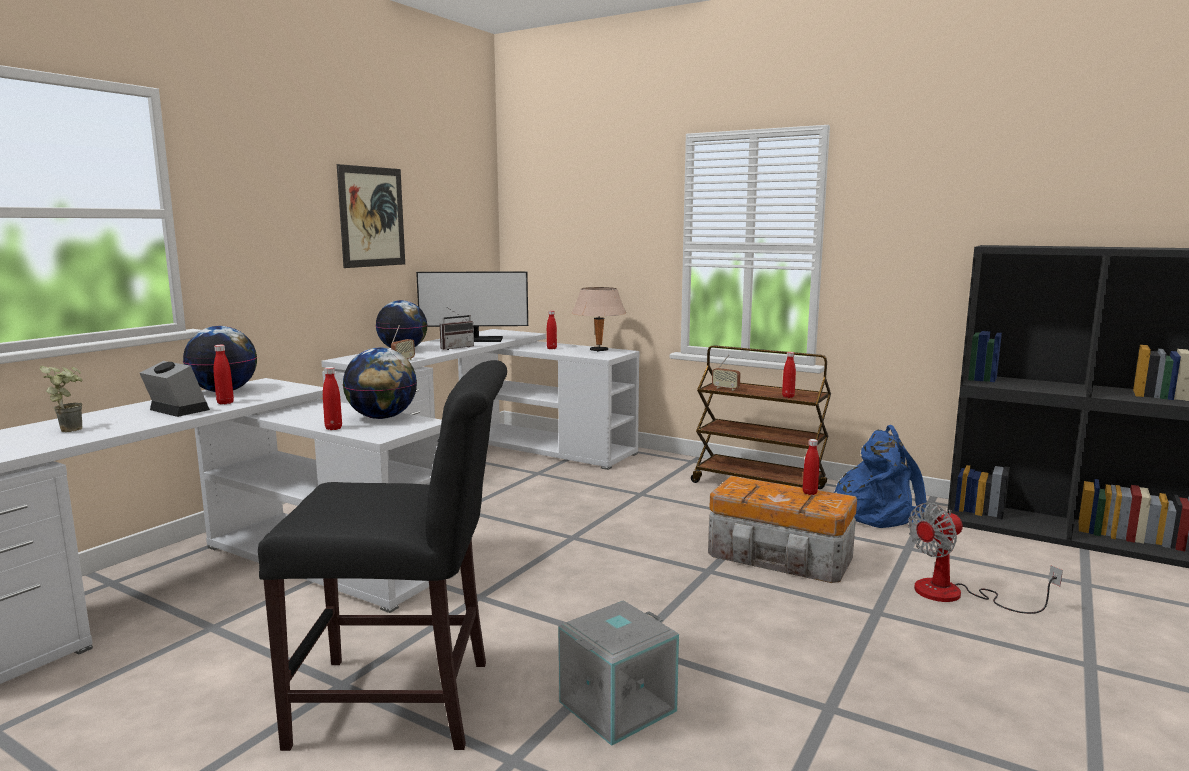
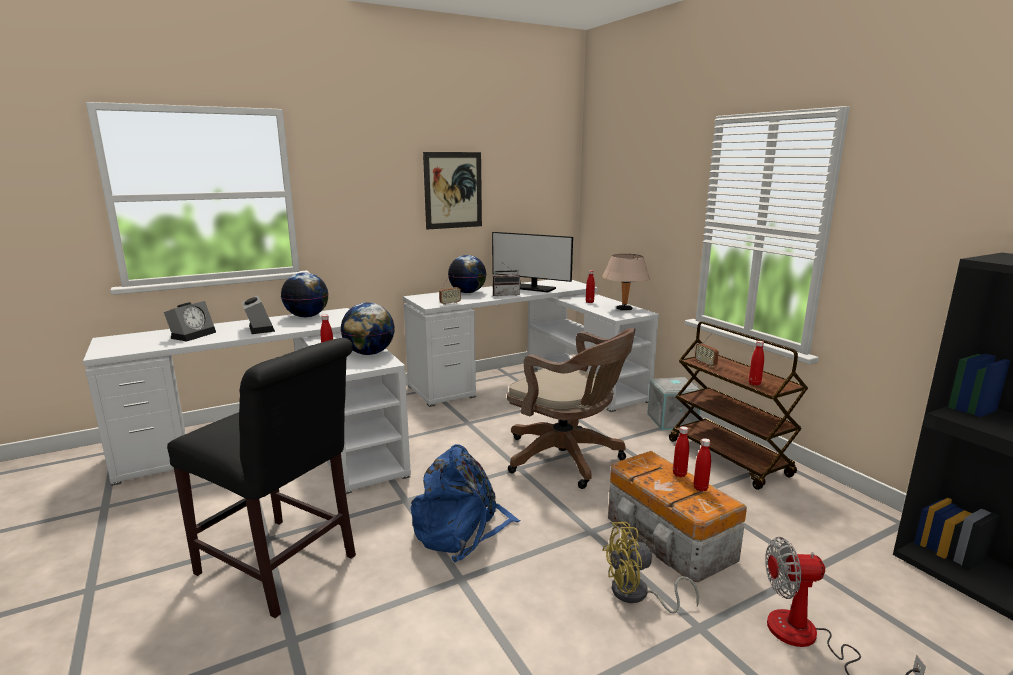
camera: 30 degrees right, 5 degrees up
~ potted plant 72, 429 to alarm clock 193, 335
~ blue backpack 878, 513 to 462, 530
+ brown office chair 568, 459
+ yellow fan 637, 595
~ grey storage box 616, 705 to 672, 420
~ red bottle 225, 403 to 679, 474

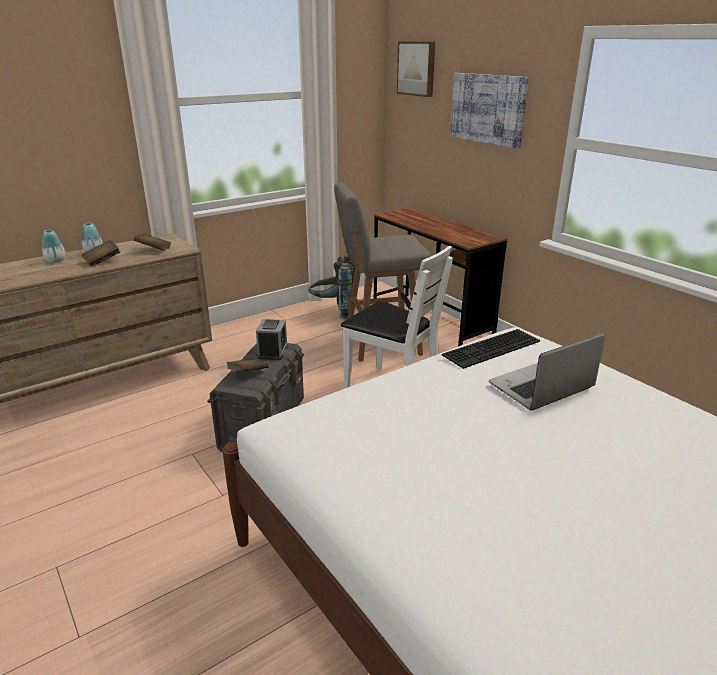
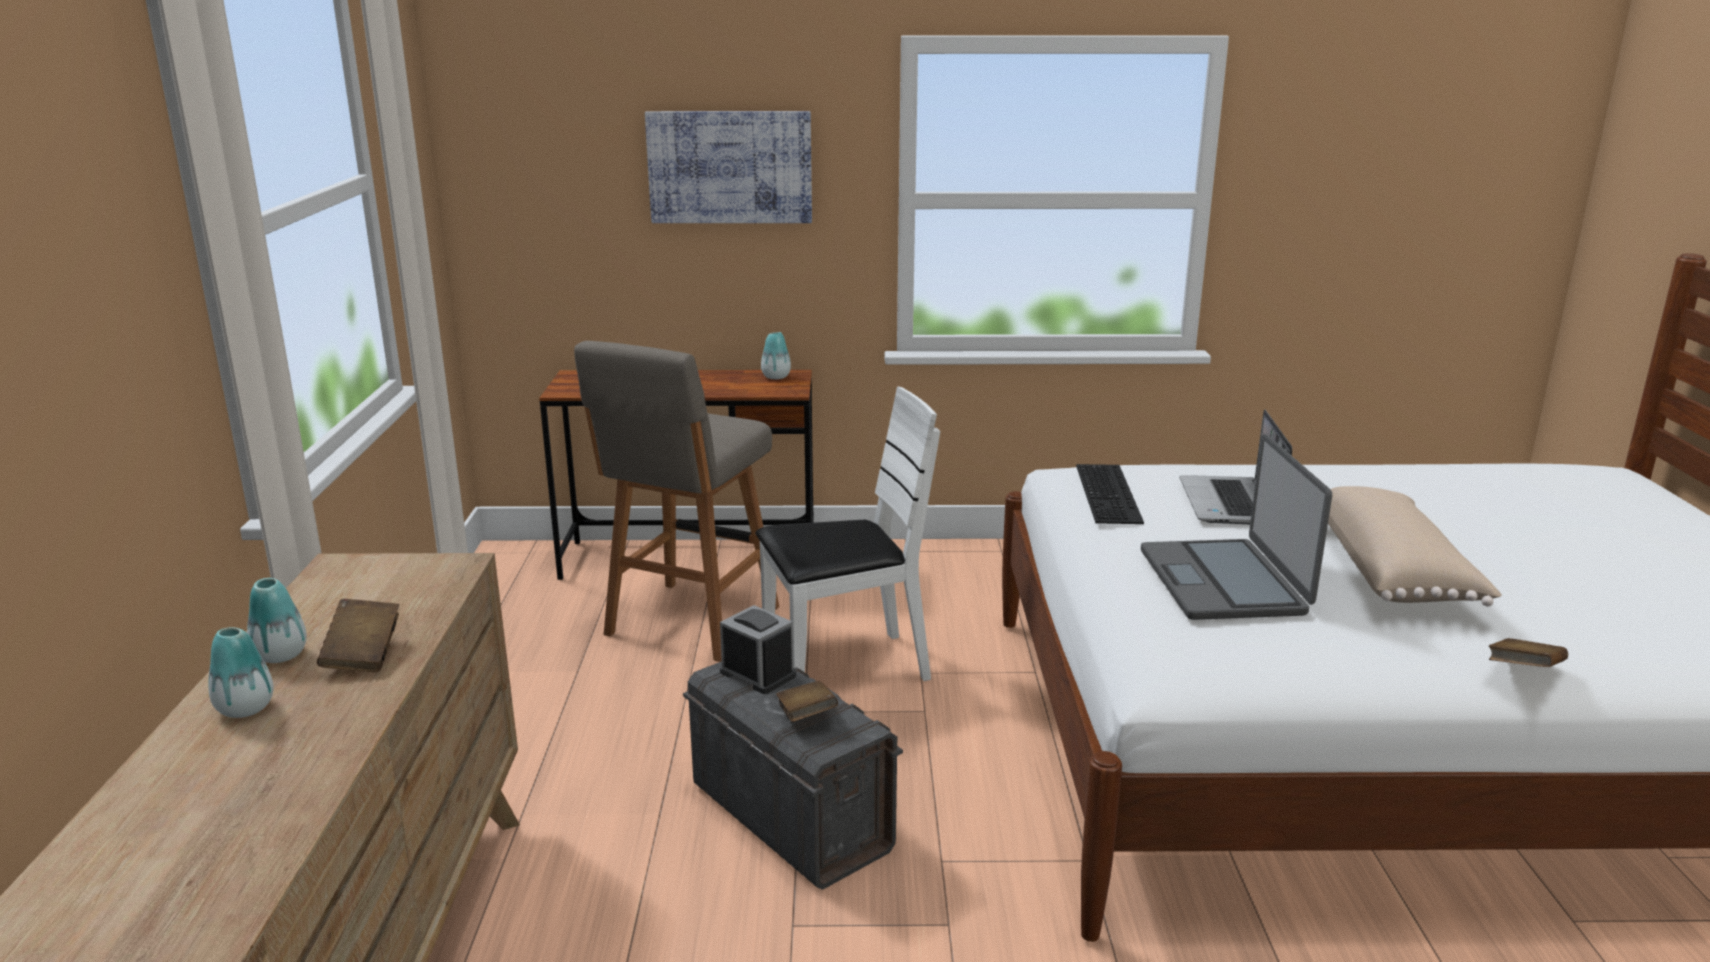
camera: 55 degrees left, 5 degrees down
+ vase 776, 377
+ laptop 1224, 582
+ beige pillow 1393, 572
~ brown book 154, 250 to 1523, 672
- grey backpack 334, 311
- picture 417, 68

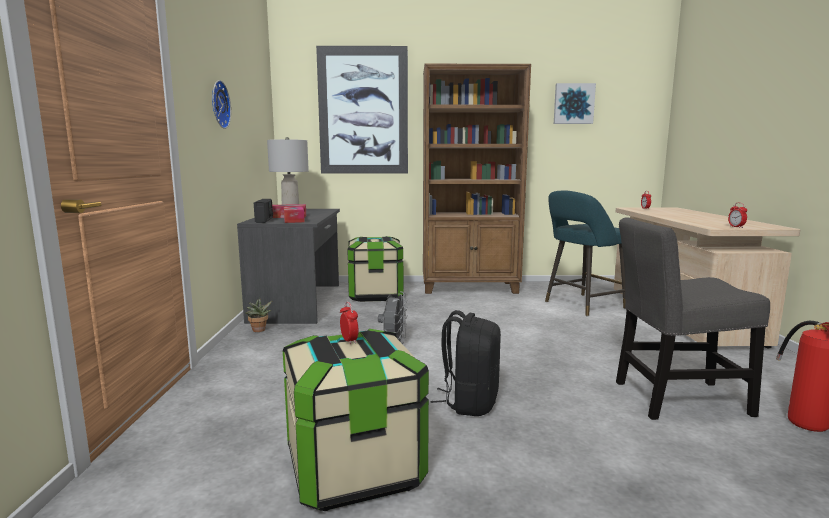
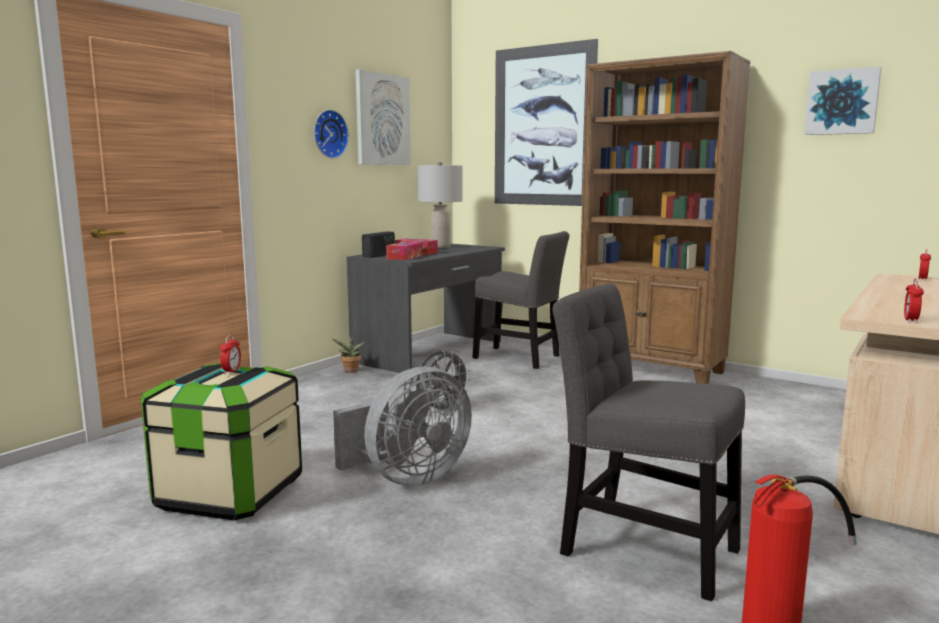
camera: 35 degrees right, 0 degrees up
~ black backpack 469, 402 to grey fan 408, 478
+ picture 382, 120
~ storage box 375, 295 to grey chair 520, 358
- turquoise stool 581, 306

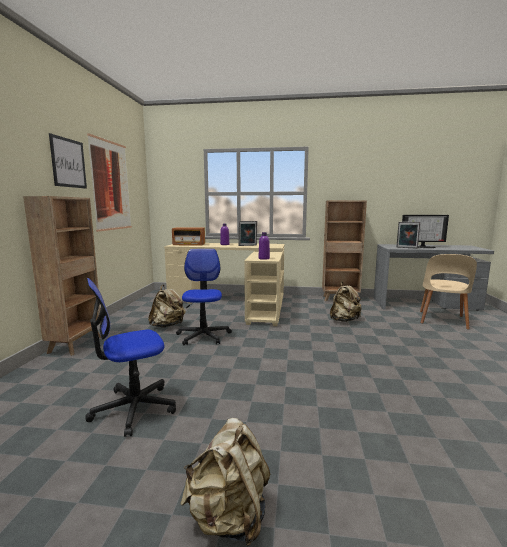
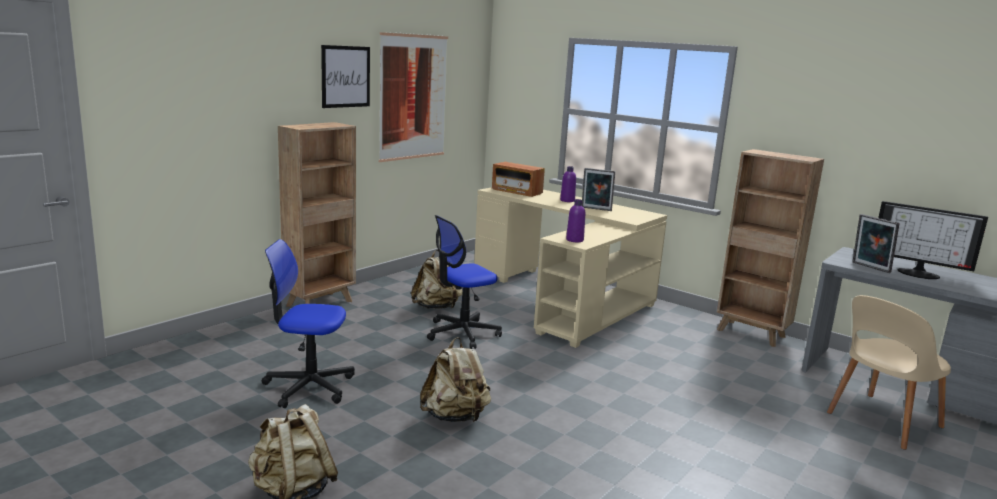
camera: 30 degrees right, 5 degrees up
~ beige backpack 344, 320 to 455, 417
~ office chair 203, 336 = 462, 333 150 degrees counterclockwise

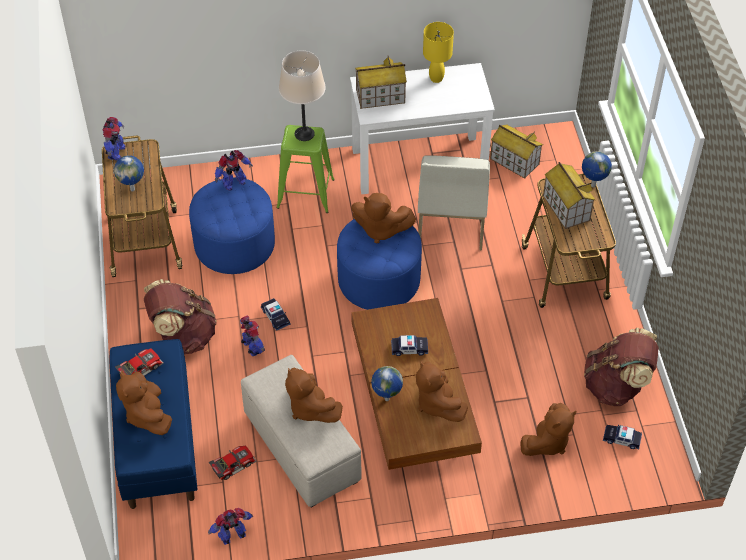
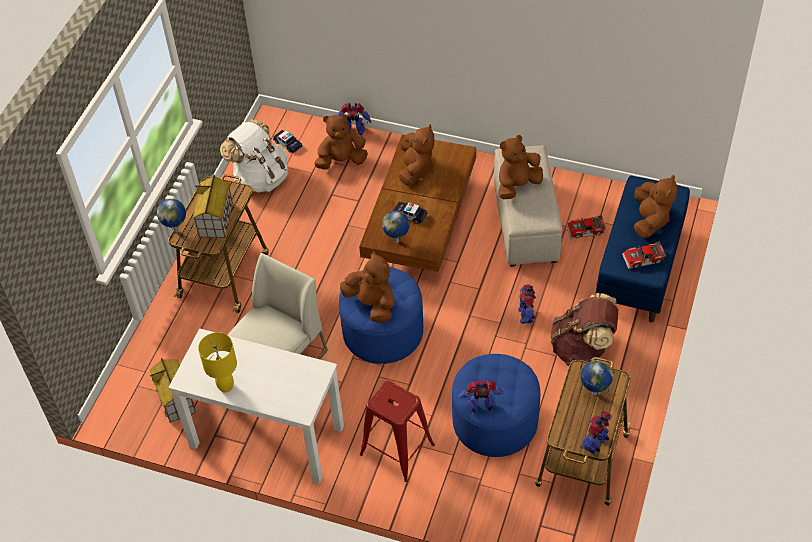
camera: 150 degrees left, 0 degrees up
~ brown backpack 616, 386 to white backpack 260, 178
~ toy robot 233, 536 to 354, 130
~ green stool 306, 193 to red stool 396, 449
~ globe 386, 399 to 397, 241
~ brown plush toy 310, 408 = 517, 185 120 degrees counterclockwise
- toy car 275, 316
- beige table lamp 304, 133
- toy house 380, 97

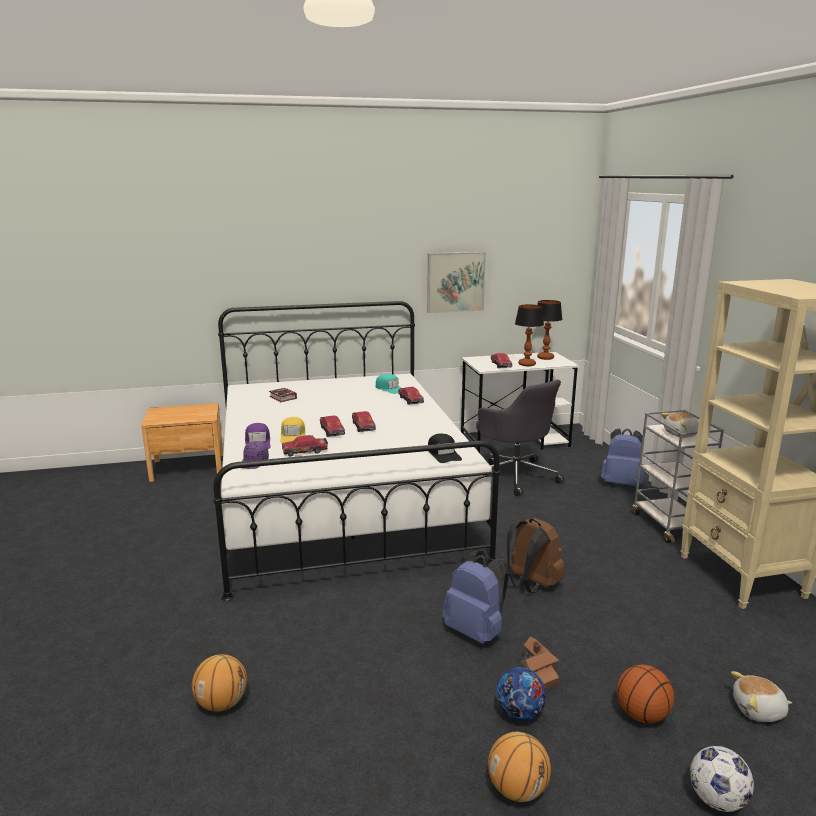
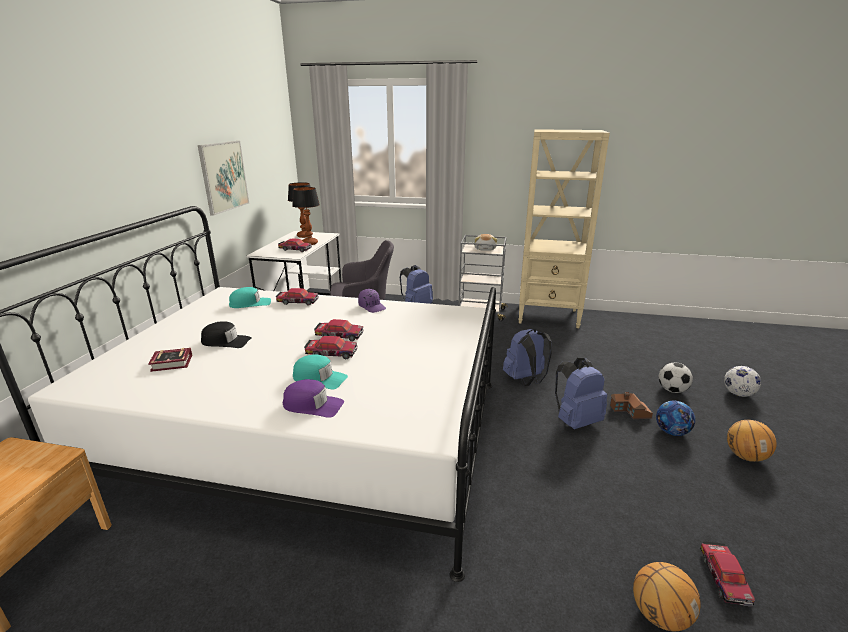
camera: 65 degrees left, 5 degrees up
~ black cap 443, 454 to 226, 341
~ yellow cap 293, 436 to turquoise cap 319, 378
~ purple cap 254, 462 to 372, 307
~ brown backpack 531, 585 to blue backpack 525, 380
~ basketball 641, 715 to football 672, 390
~ toy car 305, 451 to 724, 577
- plush toy 758, 710

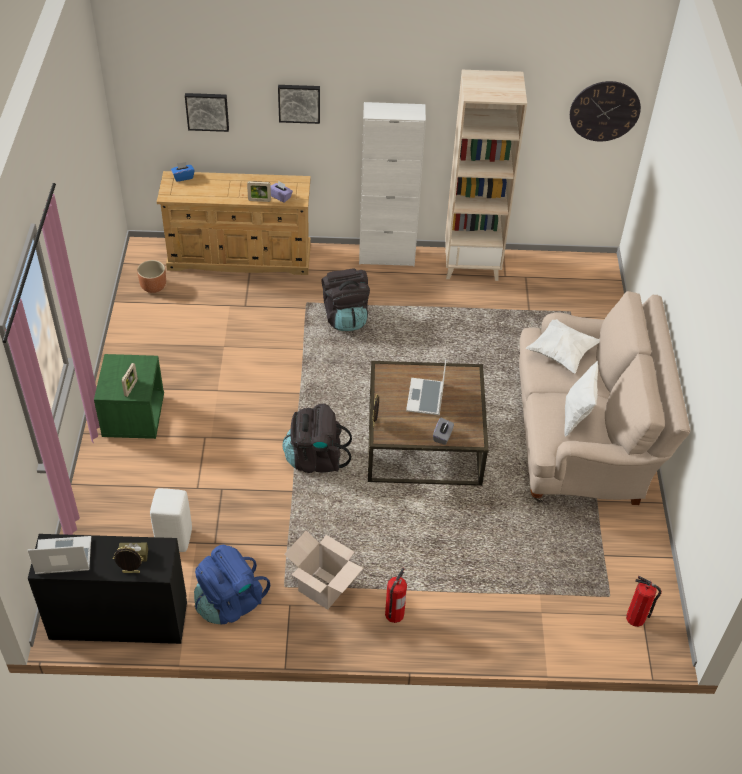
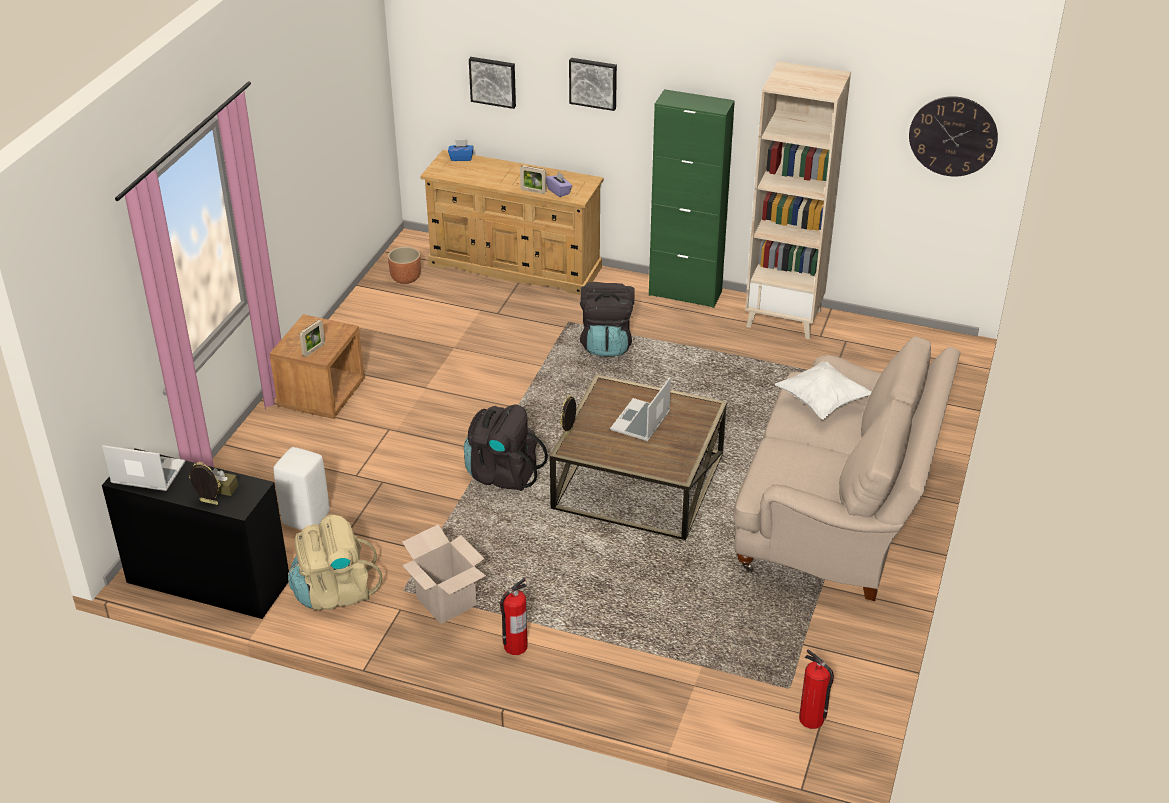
camera: 20 degrees right, 10 degrees down
~ green nightstand 133, 417 to brown nightstand 322, 395
~ blue backpack 229, 603 to beige backpack 335, 592
~ white cabinet 386, 257 to green cabinet 685, 293
- grey tissue box 442, 436
- white pillow 576, 417

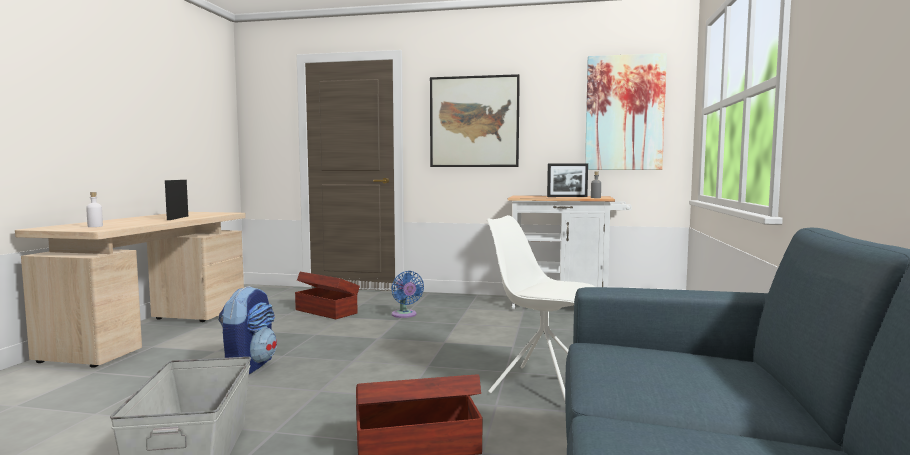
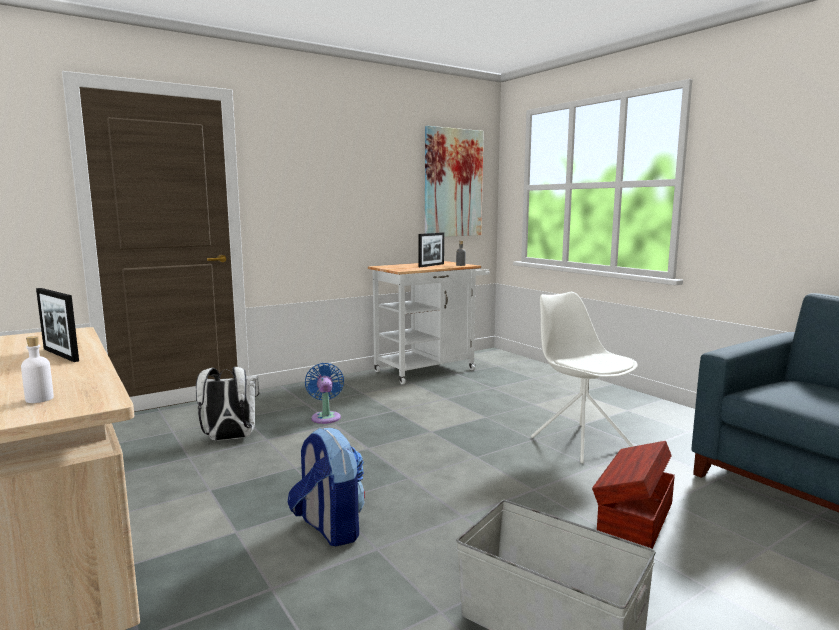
camera: 45 degrees left, 5 degrees up
~ brown storage box 326, 311 to white backpack 229, 439
~ blue fan 405, 315 = 326, 417 120 degrees counterclockwise
~ white chair 541, 387 = 580, 442 75 degrees clockwise
- picture 474, 122

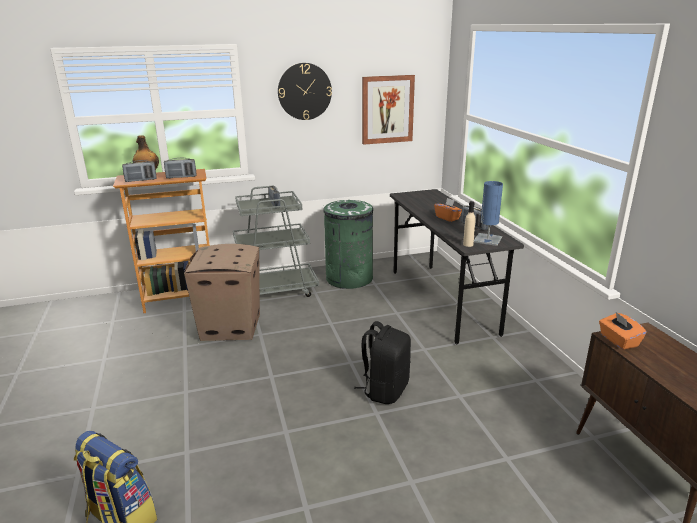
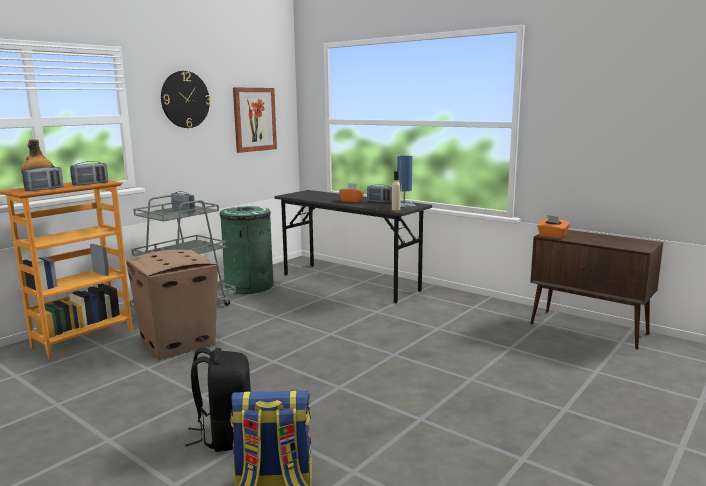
camera: 35 degrees left, 10 degrees down
~ black backpack 385, 390 to 225, 435

